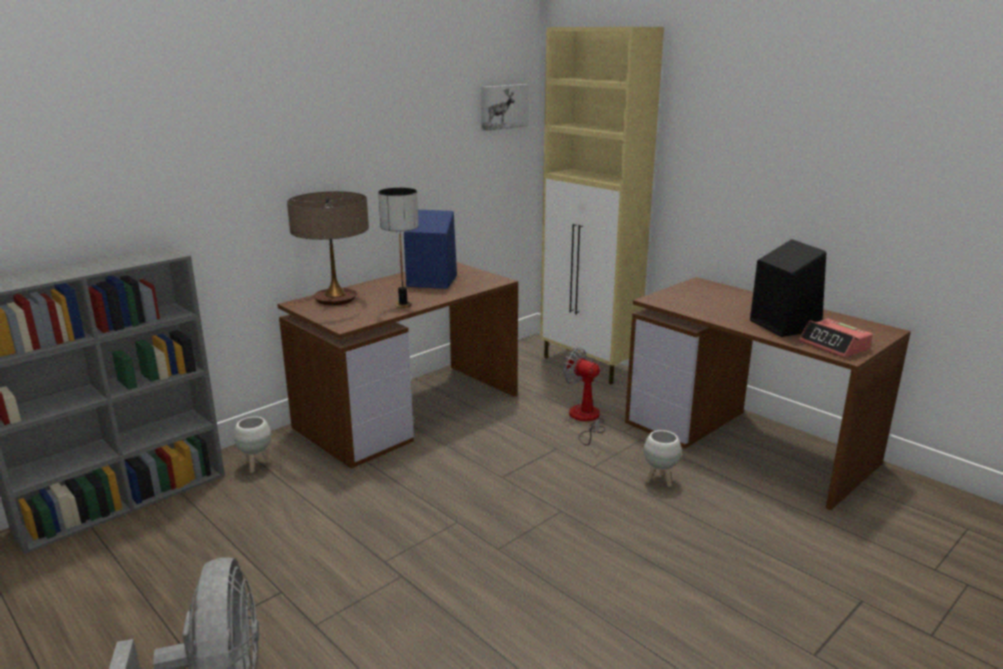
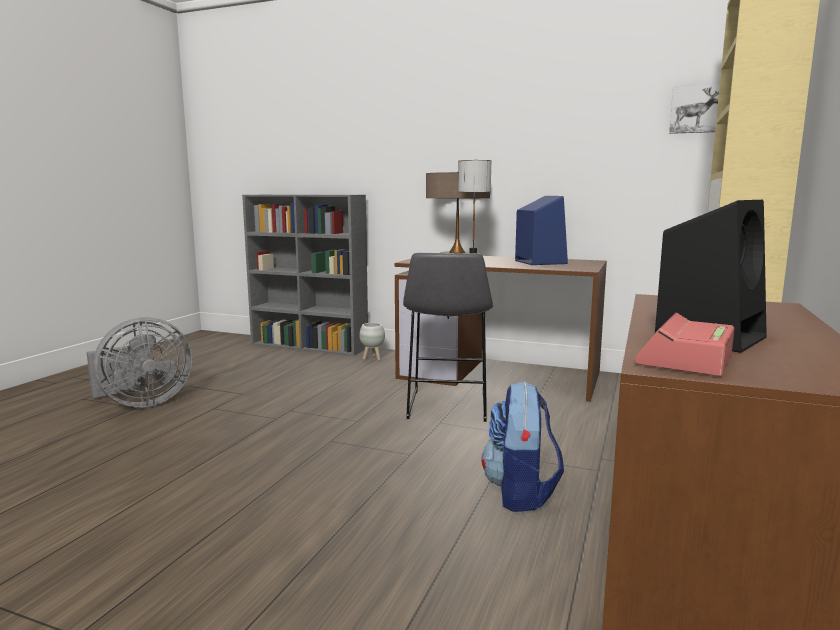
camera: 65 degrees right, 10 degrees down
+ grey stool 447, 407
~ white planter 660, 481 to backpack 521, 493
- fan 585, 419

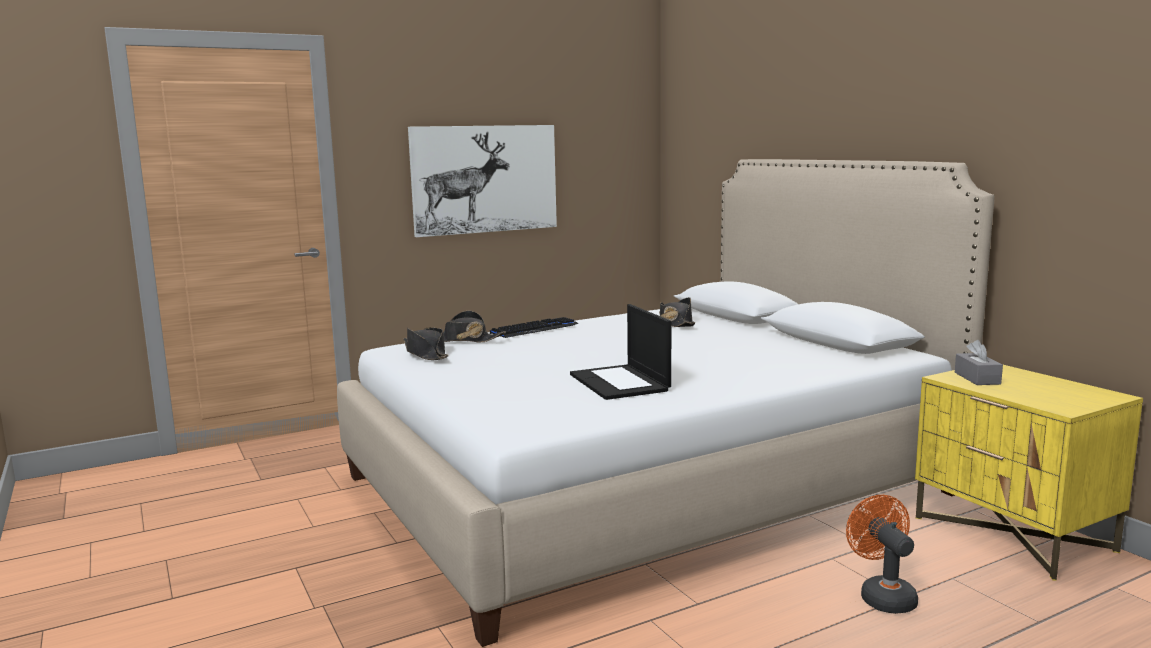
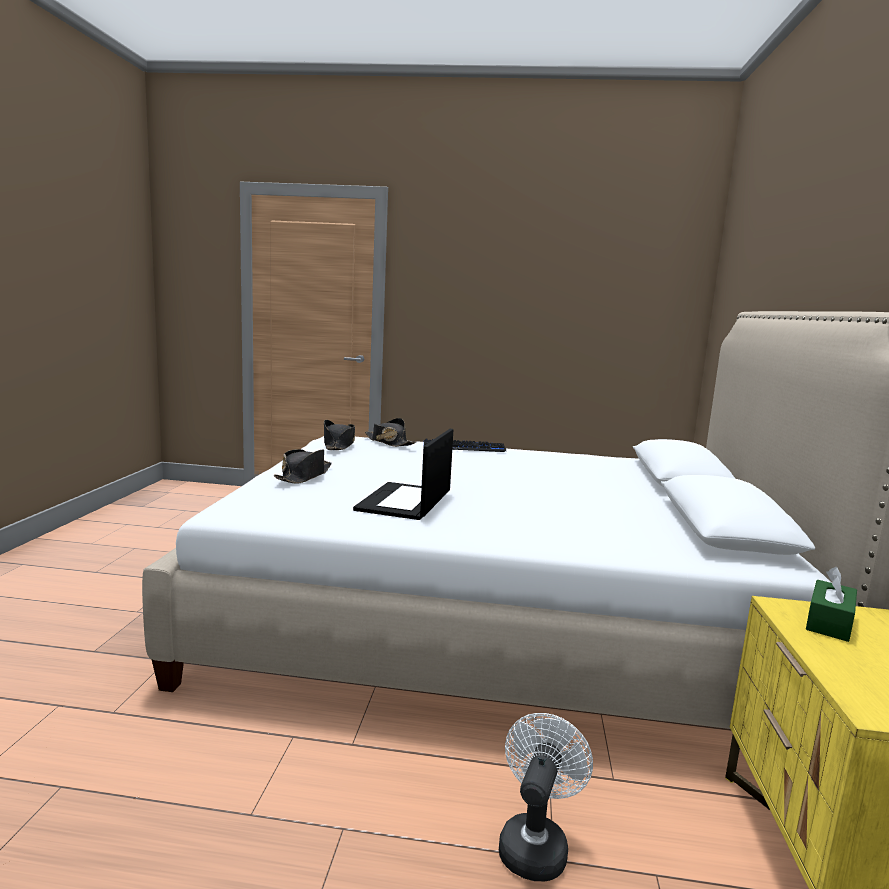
camera: 35 degrees right, 0 degrees up
~ black hat 675, 323 to 304, 476
~ orange fan 882, 595 to white fan 535, 843
~ grey tissue box 977, 378 to green tissue box 829, 622
- picture 485, 179

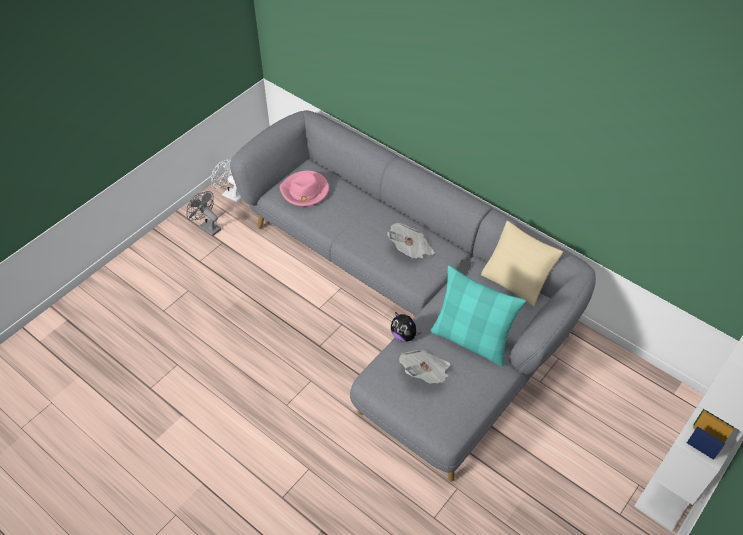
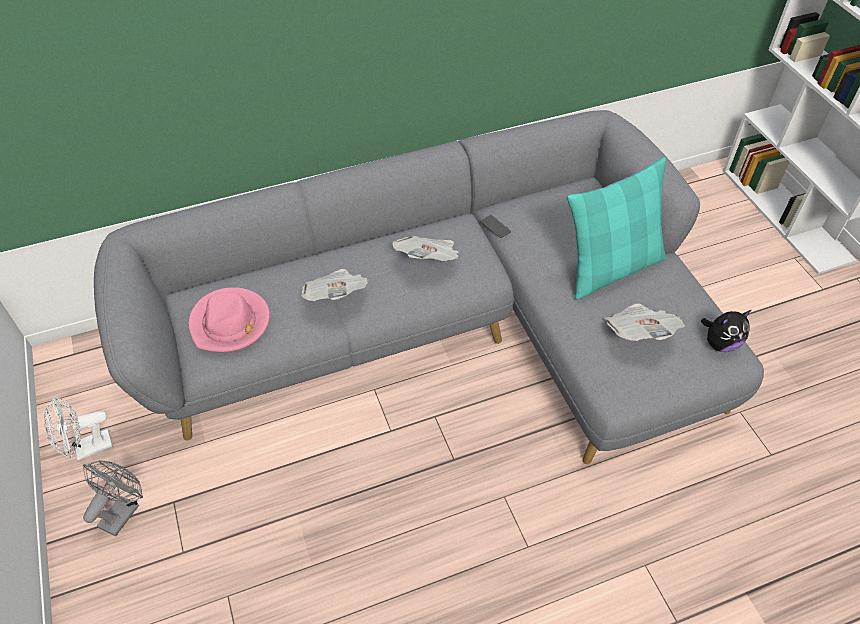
camera: 60 degrees left, 0 degrees up
~ grey fan 207, 227 = 123, 510 135 degrees clockwise
+ newspaper 336, 296
~ plush toy 404, 335 to 720, 343
- beige pillow 517, 279

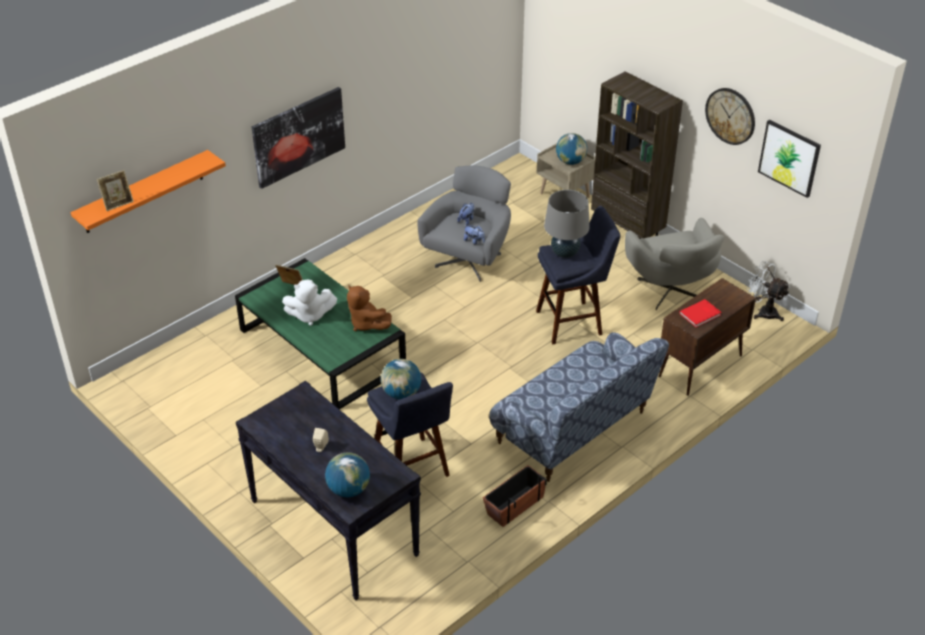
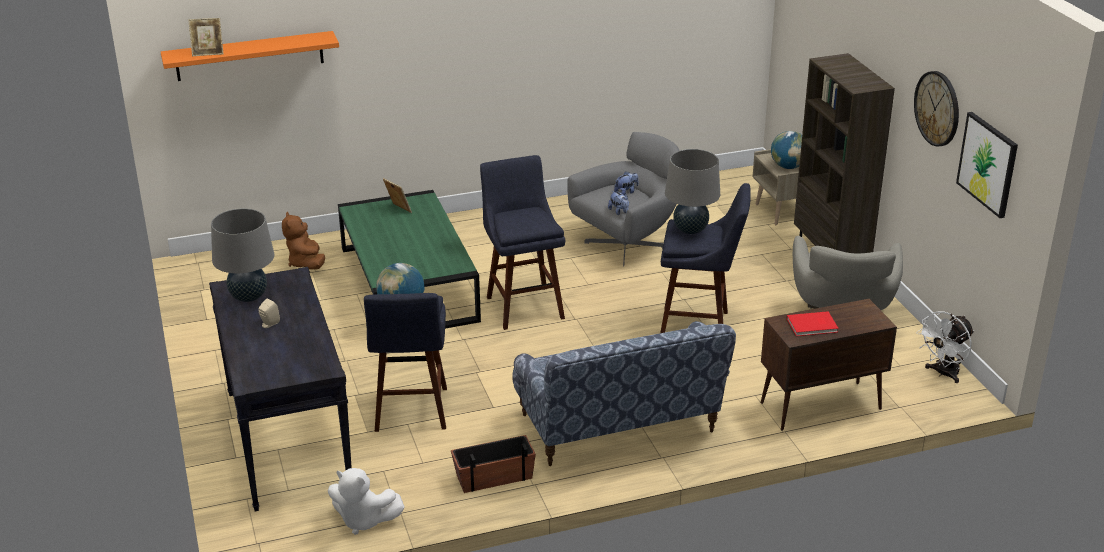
camera: 25 degrees right, 10 degrees down
+ grey table lamp 248, 297
~ brown plush toy 366, 323 to 306, 263
~ white plush toy 310, 315 to 363, 520
+ blue stool 523, 305
~ white fan 763, 312 = 943, 373 105 degrees counterclockwise
- picture 298, 136
- globe 348, 489

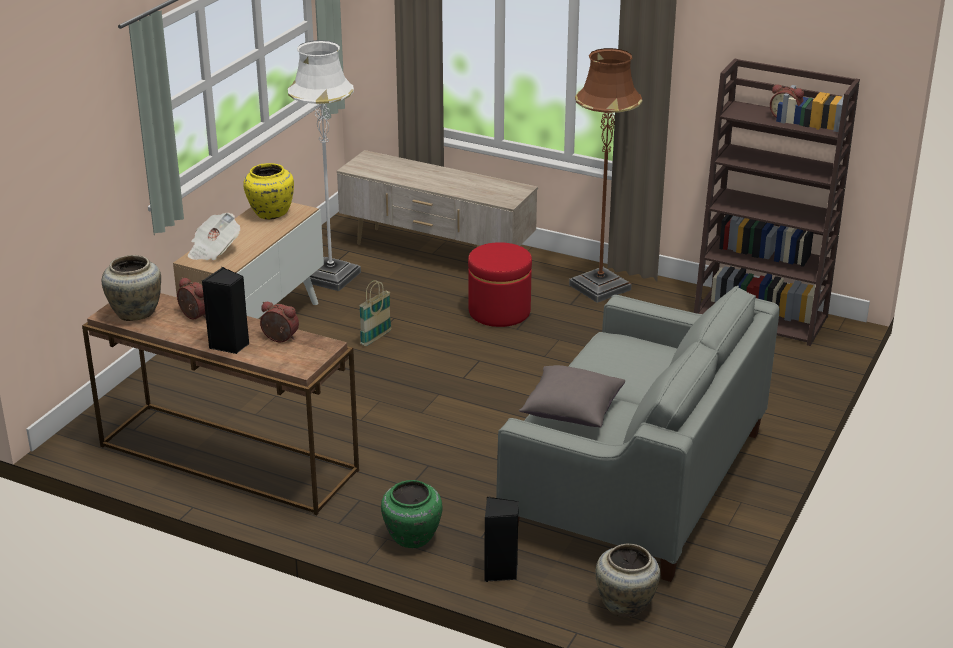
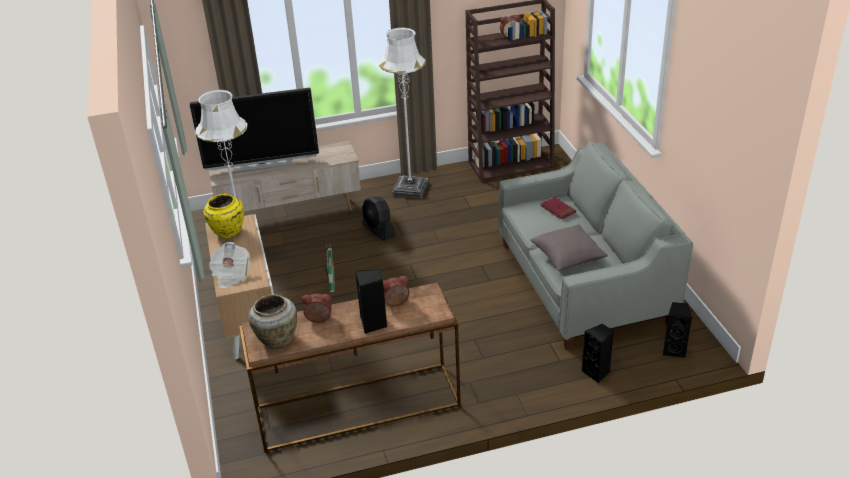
camera: 40 degrees left, 5 degrees up
+ television 262, 164
~ red ottoman 499, 312 to black fan 378, 230
~ brown floor lamp 599, 287 to white floor lamp 410, 189
+ red book 558, 209
~ beige vase 626, 605 to black speaker 674, 350
- green vase 411, 538

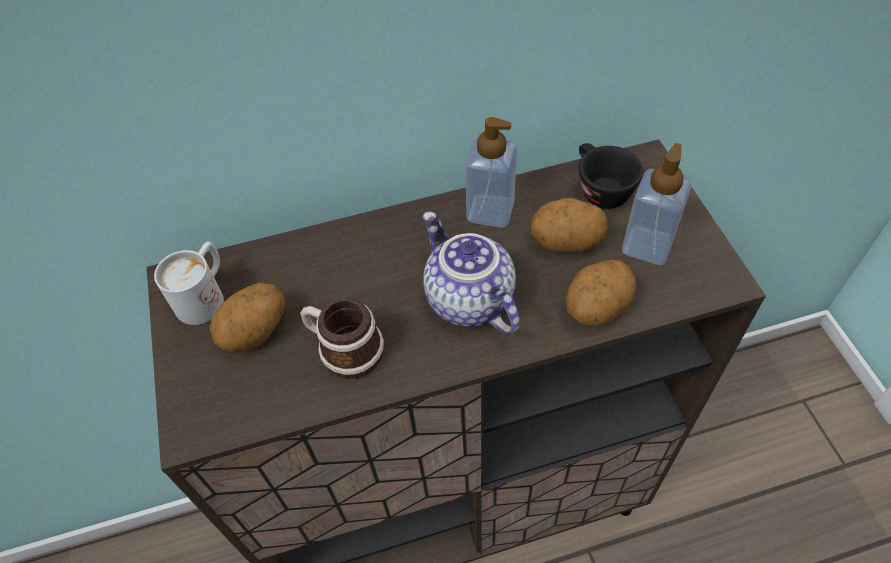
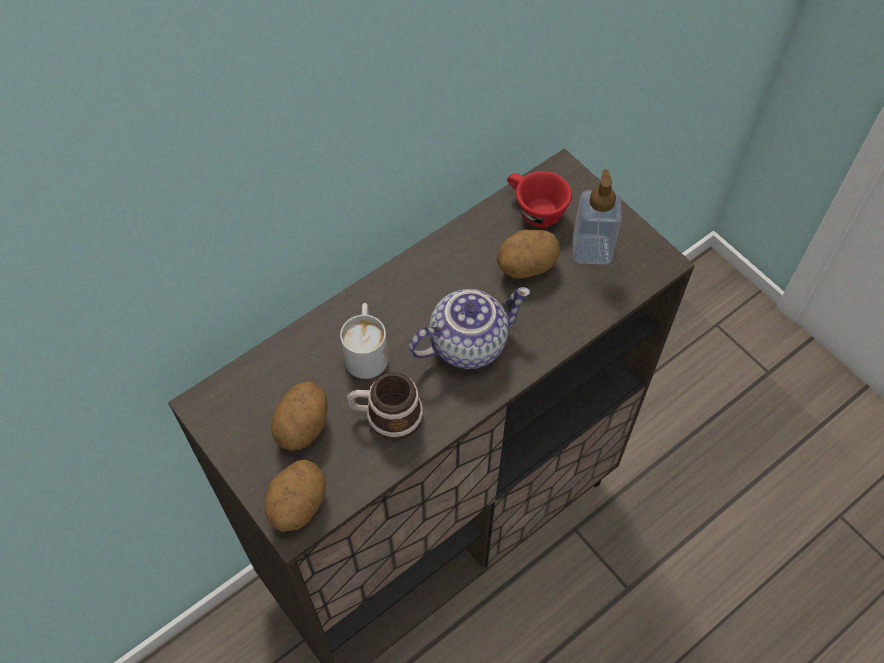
camera: 25 degrees left, 5 degrees up
~ potato 596, 308 to 297, 504
~ white mug 206, 295 to 366, 350
~ teapot 467, 300 = 468, 342 120 degrees clockwise
~ black cup 599, 189 to red cup 534, 210
- soap dispenser 490, 211

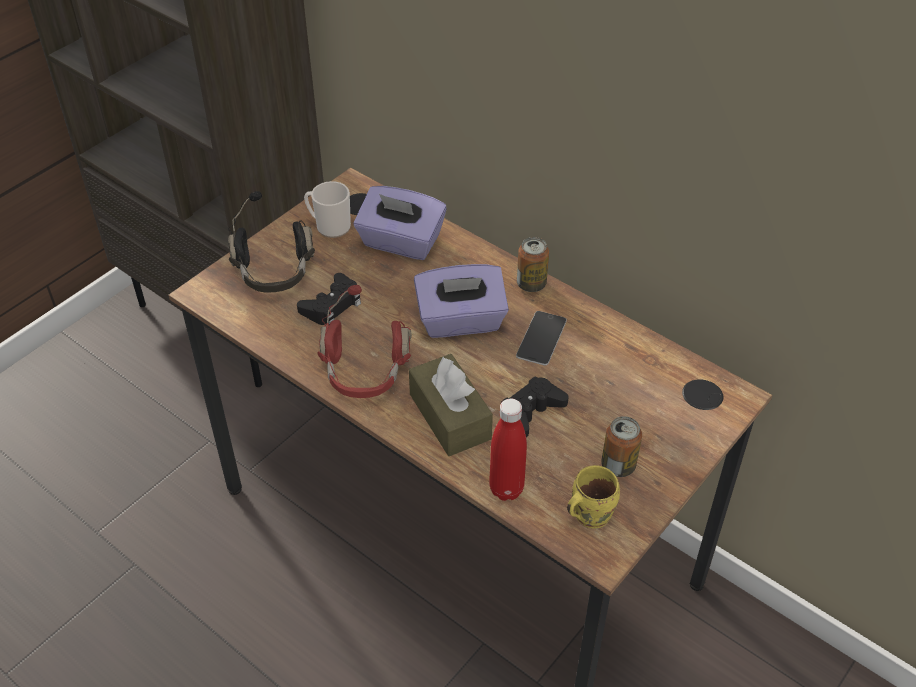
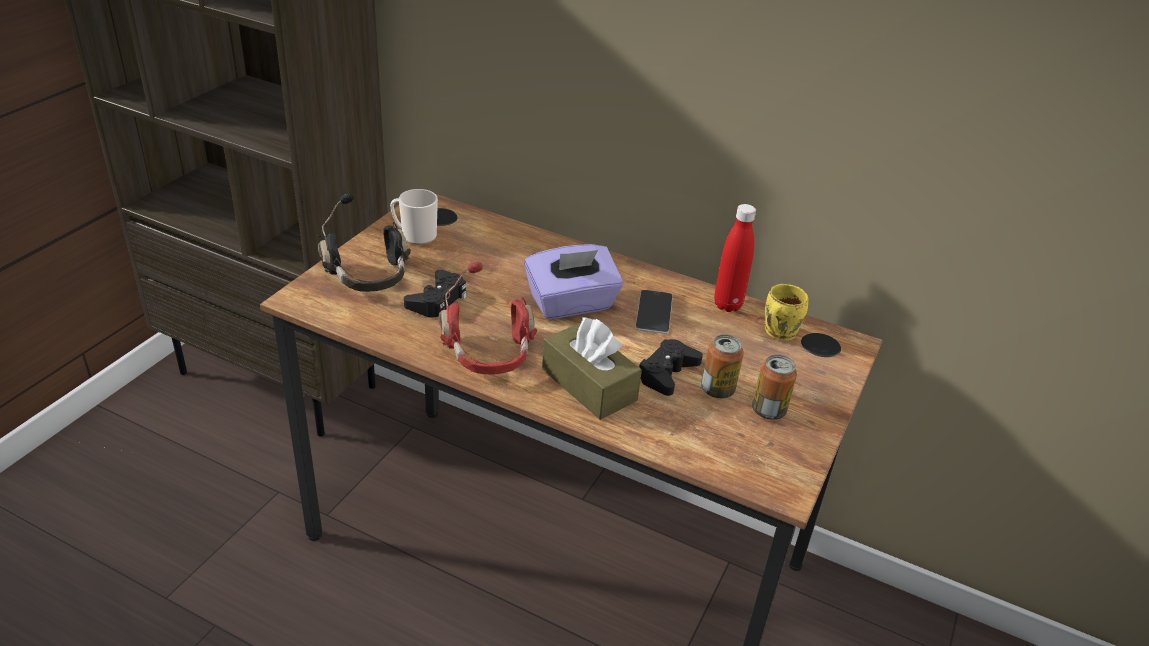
camera: 15 degrees left, 10 degrees down
~ can 531, 284 to 717, 390
~ red bottle 506, 489 to 727, 305
~ yellow mug 588, 514 to 777, 332
- purple tissue box 400, 242

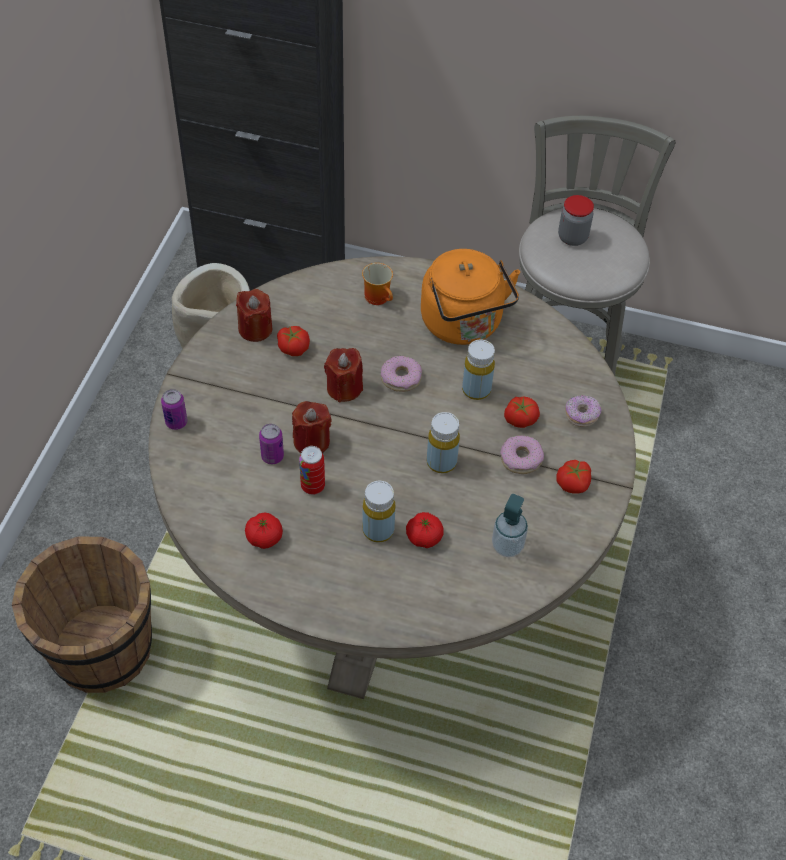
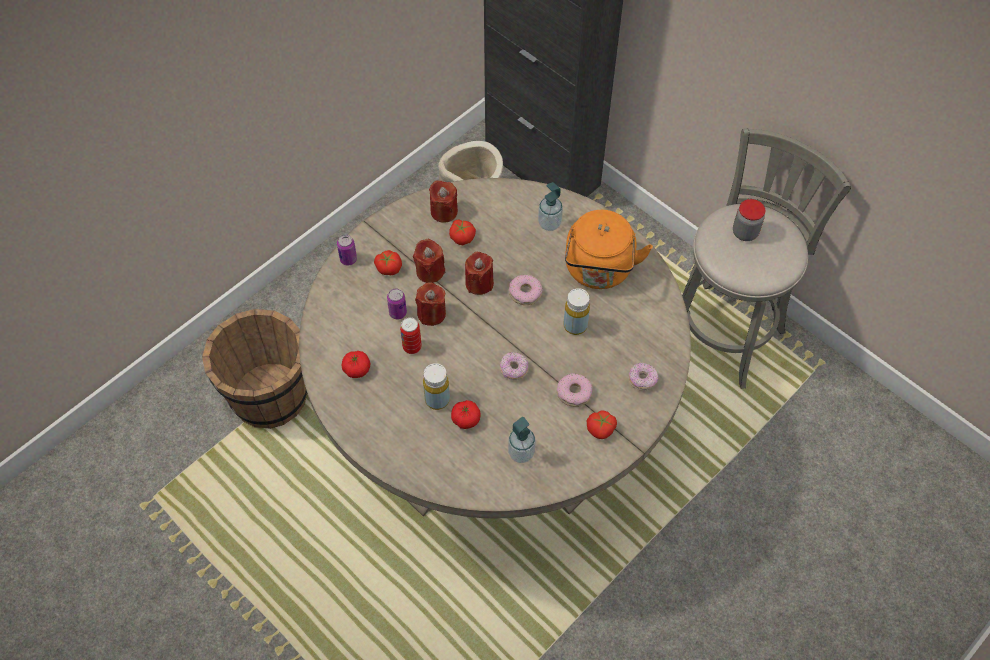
camera: 30 degrees right, 5 degrees up
~ tomato 520, 418 to 388, 267
+ red candle 430, 271
~ yellow bottle 441, 462 to donut 514, 369
~ mug 380, 297 to soap dispenser 549, 223

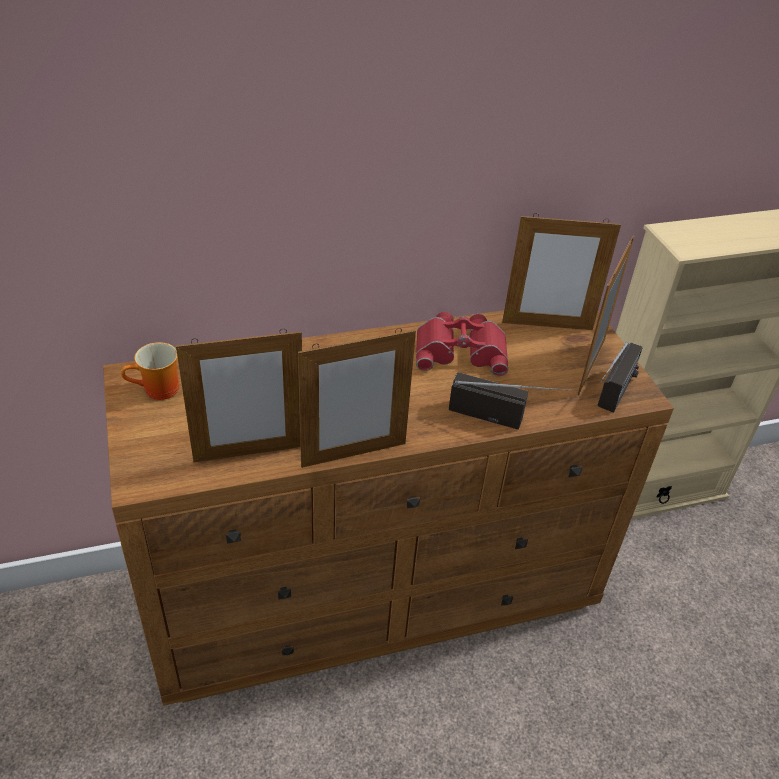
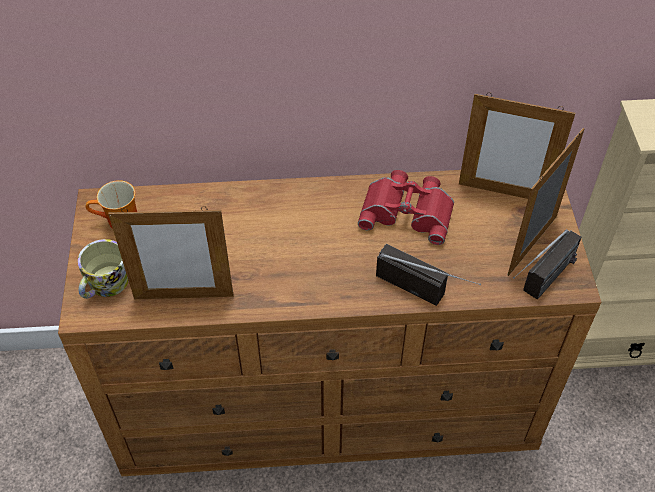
camera: 15 degrees right, 10 degrees up
+ mug 105, 286
- picture frame 354, 454

